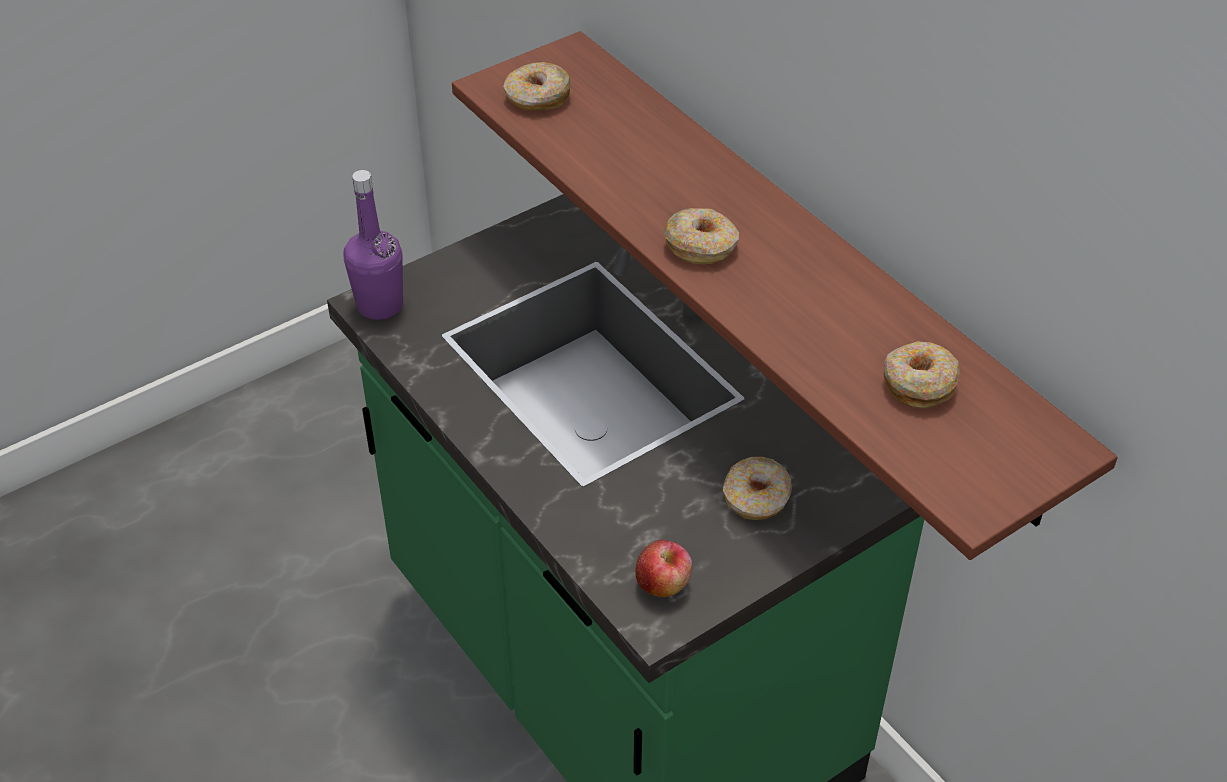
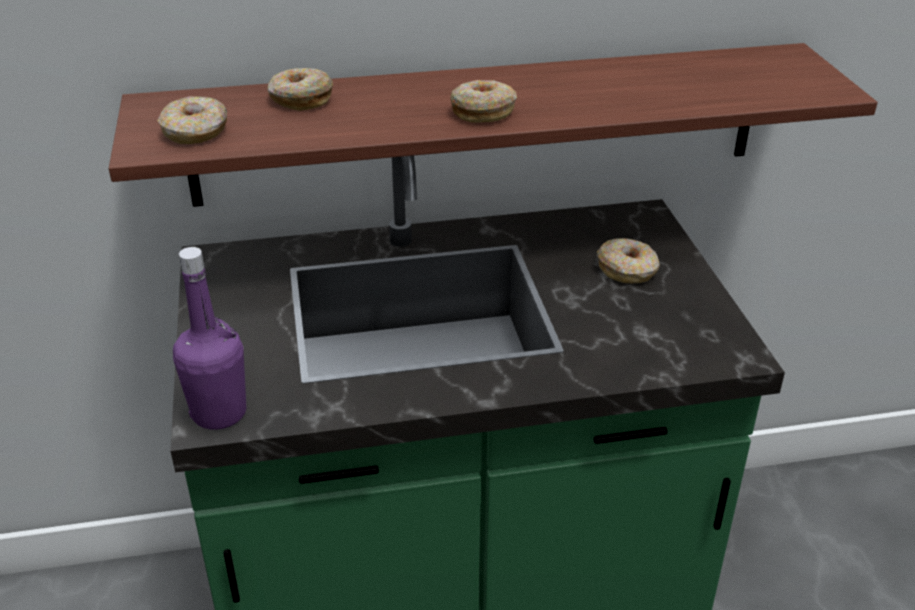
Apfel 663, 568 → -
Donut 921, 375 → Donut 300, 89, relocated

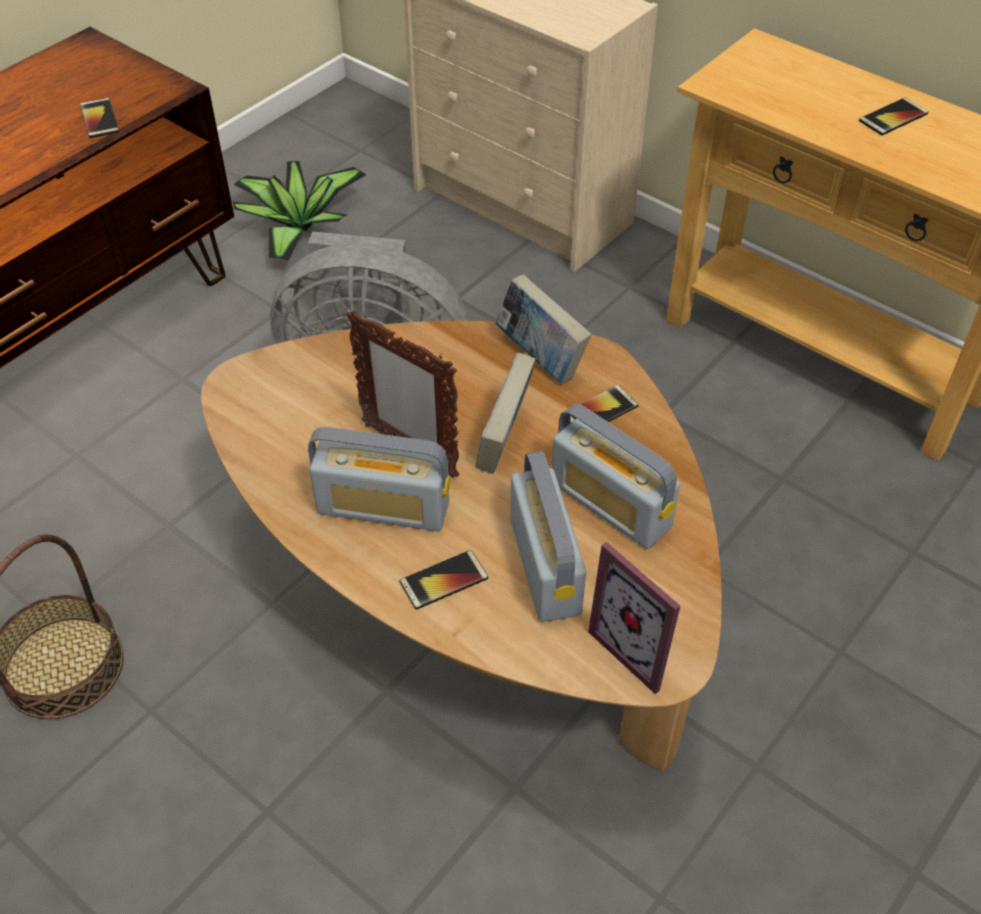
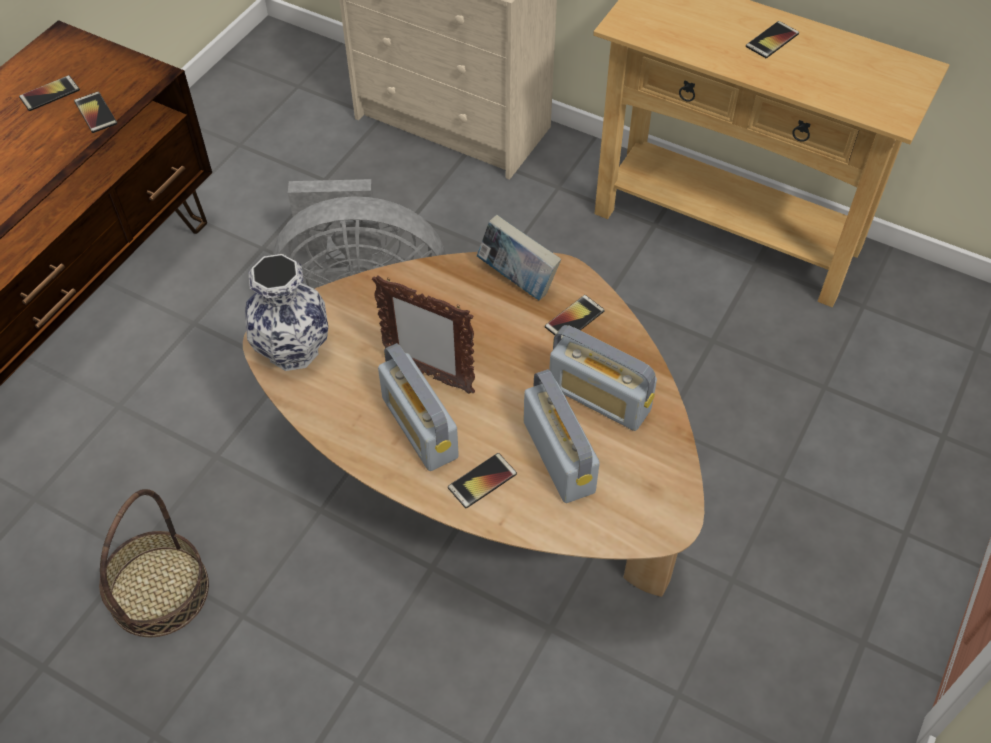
Topfpflanze 299, 211 → -
Radio 379, 479 → Radio 418, 407, 60 degrees clockwise
Buch 506, 413 → -
Bilderrahmen 634, 618 → -
- → Handy 49, 93
- → Vase 286, 312

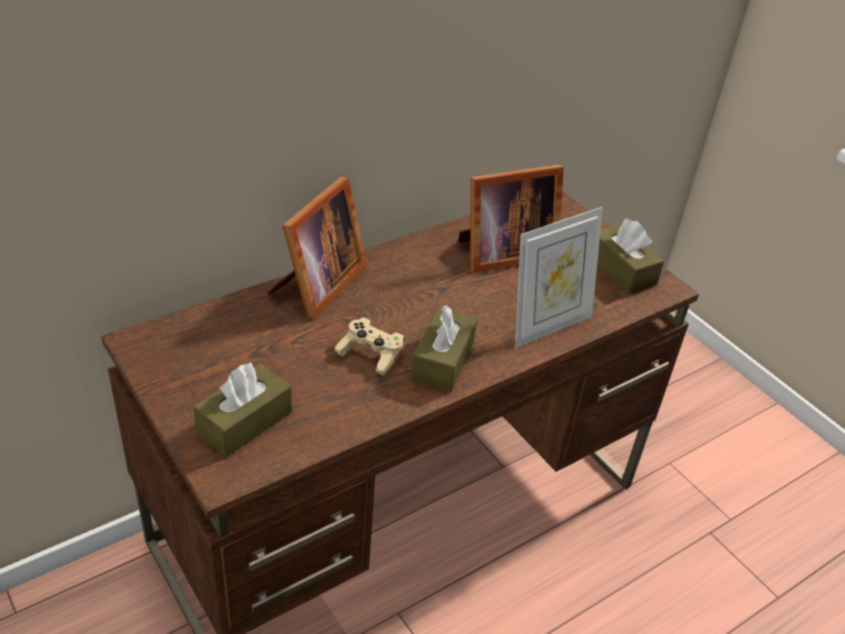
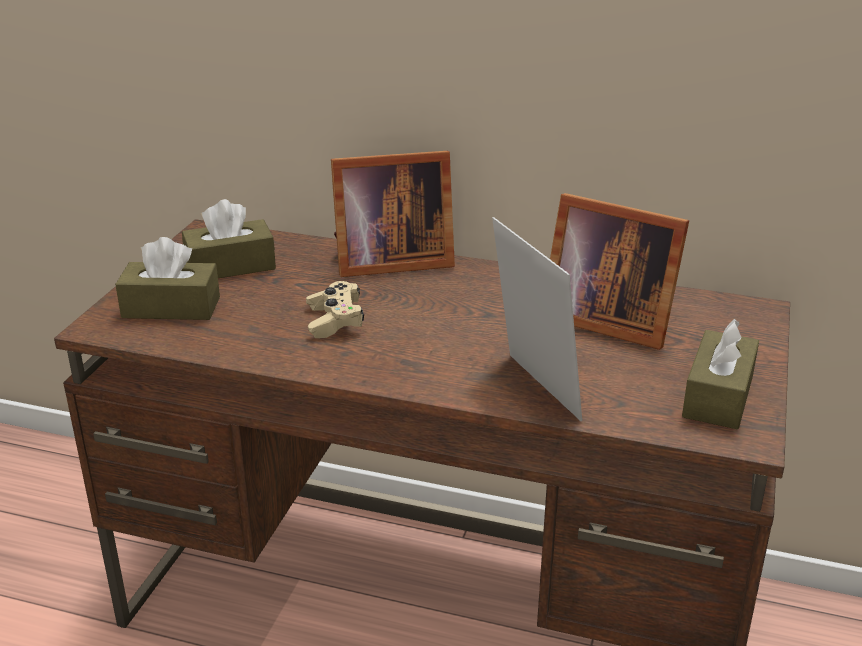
Taschentuchbox/braun 444, 348 → Taschentuchbox/braun 229, 238, relocated
Bilderrahmen 559, 277 → Bilderrahmen 537, 319, 135 degrees counterclockwise

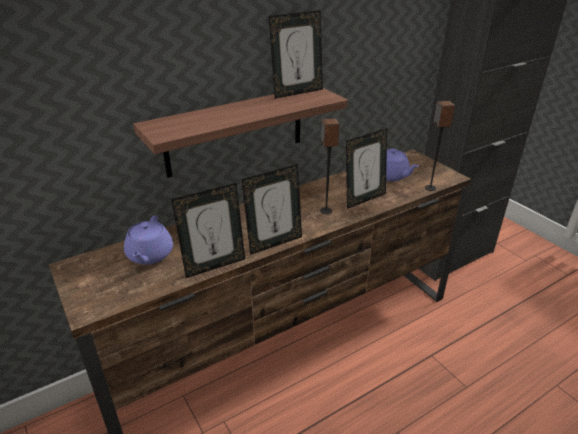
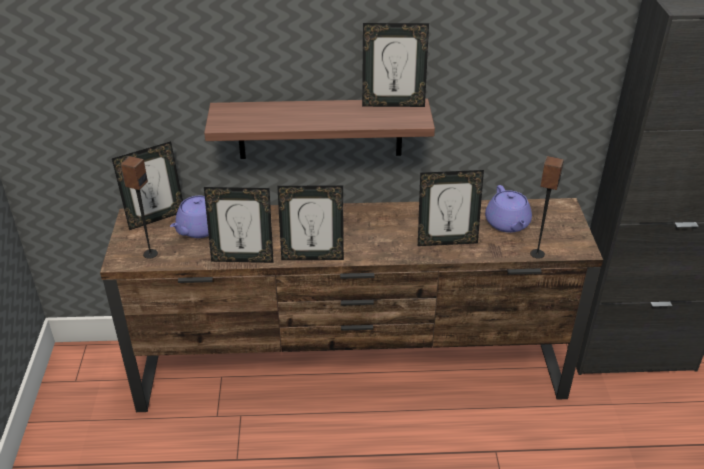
Lautsprecher 329, 166 → Lautsprecher 139, 207, relocated
- → Bilderrahmen 147, 185

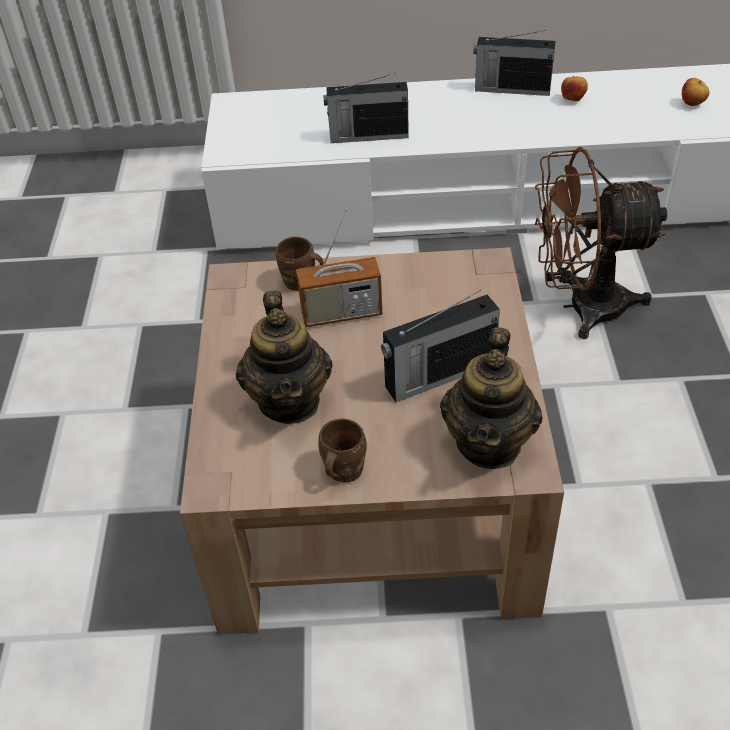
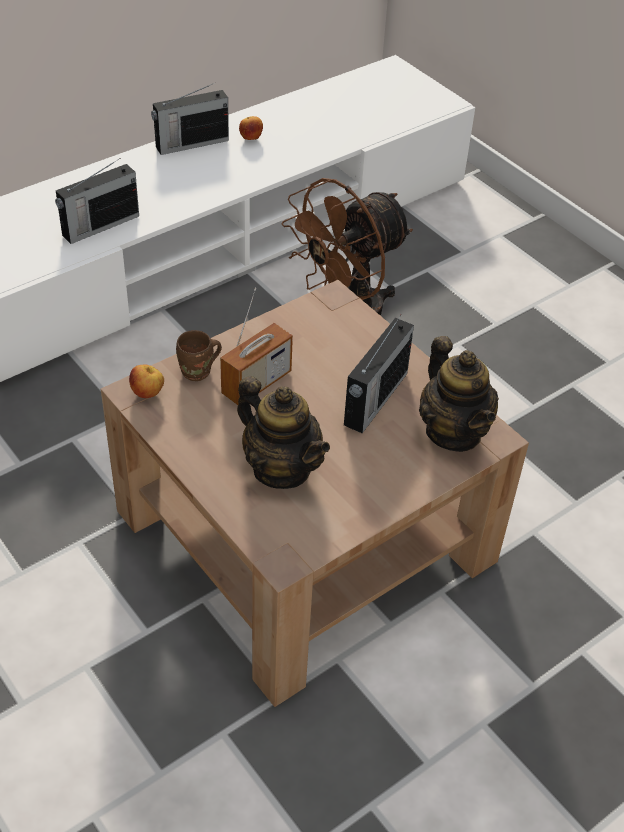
Henkelbecher/braun 342, 450 → -
Apfel 696, 92 → Apfel 146, 381, relocated

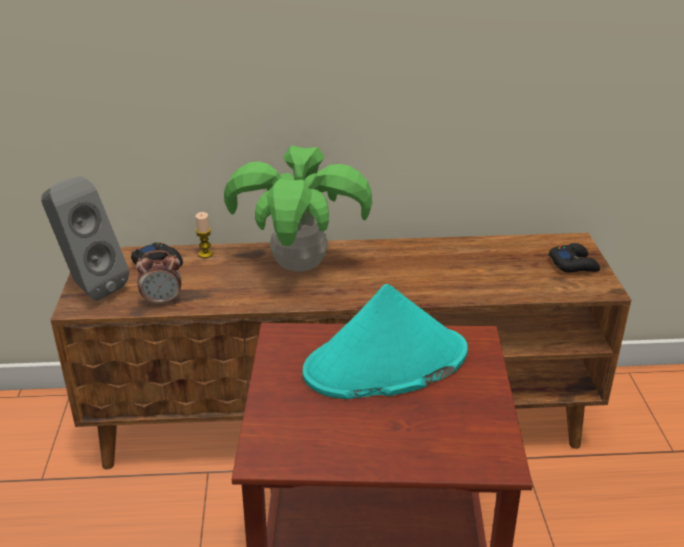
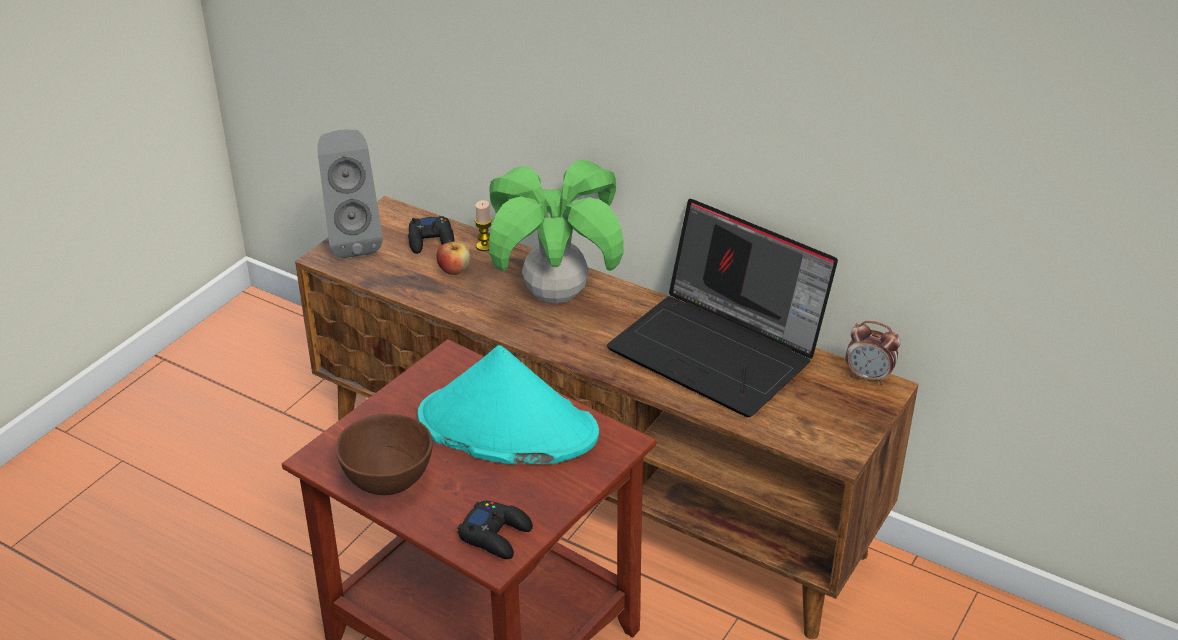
Wecker 159, 278 → Wecker 873, 353, relocated
Gamepad/schwarz 574, 257 → Gamepad/schwarz 495, 530, relocated
- → Schüssel/braun 384, 454
- → Apfel 453, 257
- → Laptop 722, 308

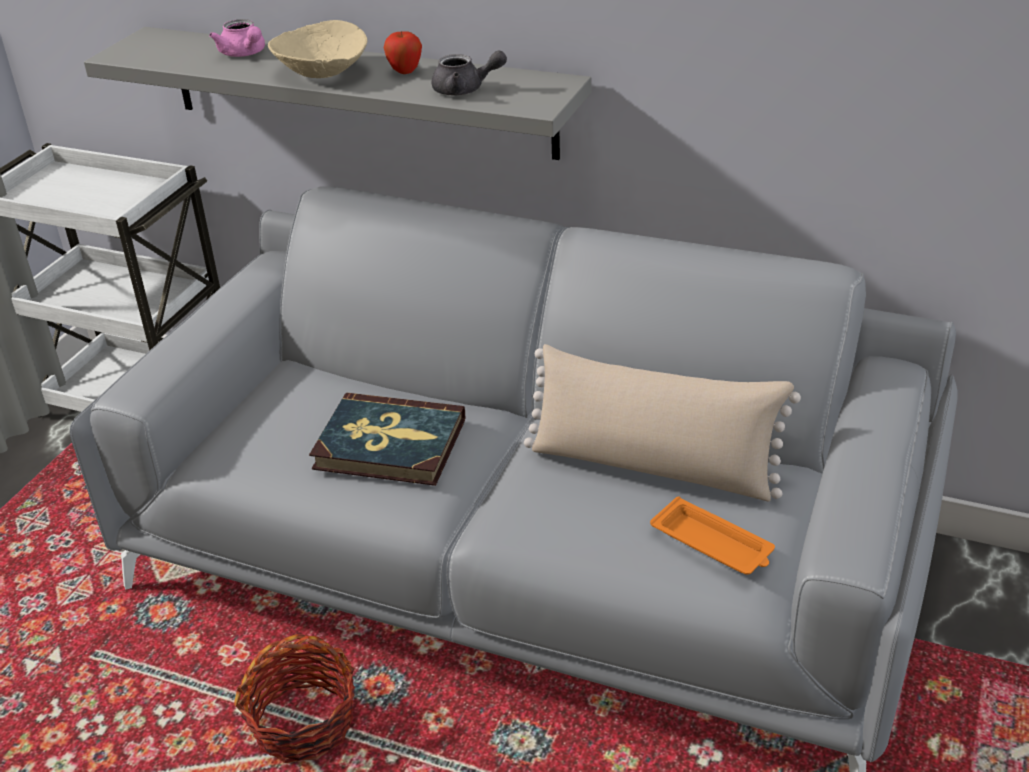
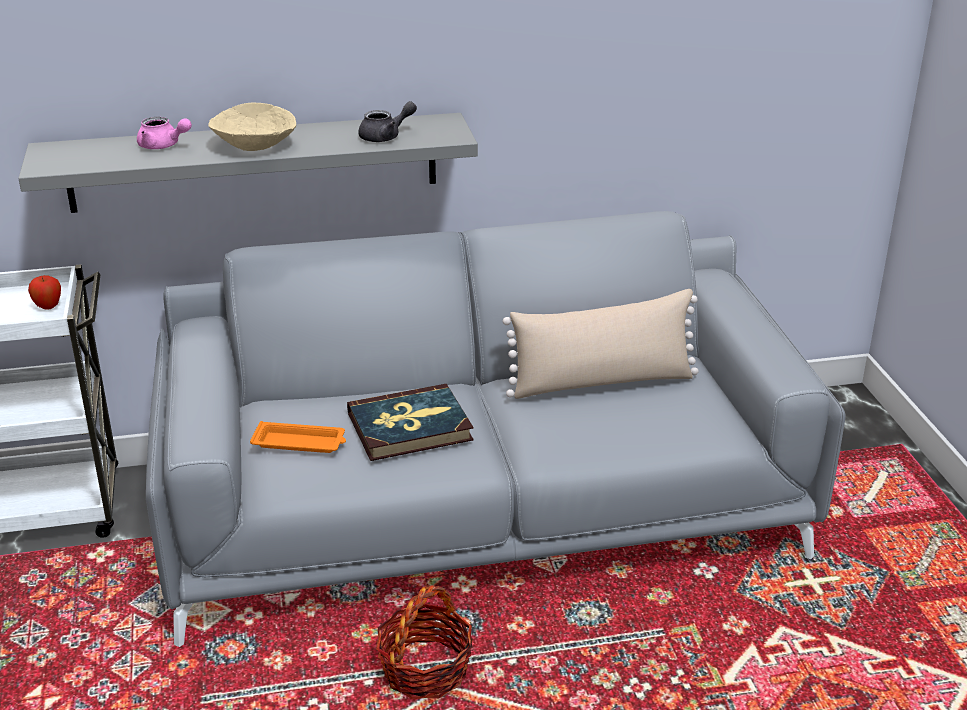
Apfel 402, 52 → Apfel 44, 292, relocated
Tablett/orange 712, 535 → Tablett/orange 298, 437, relocated

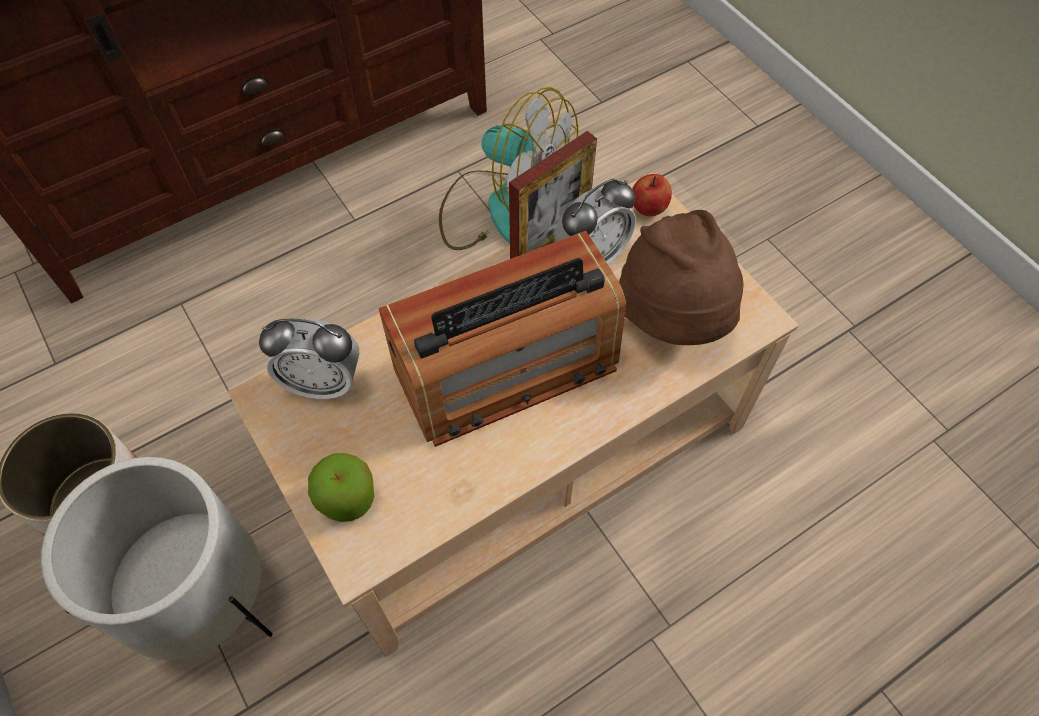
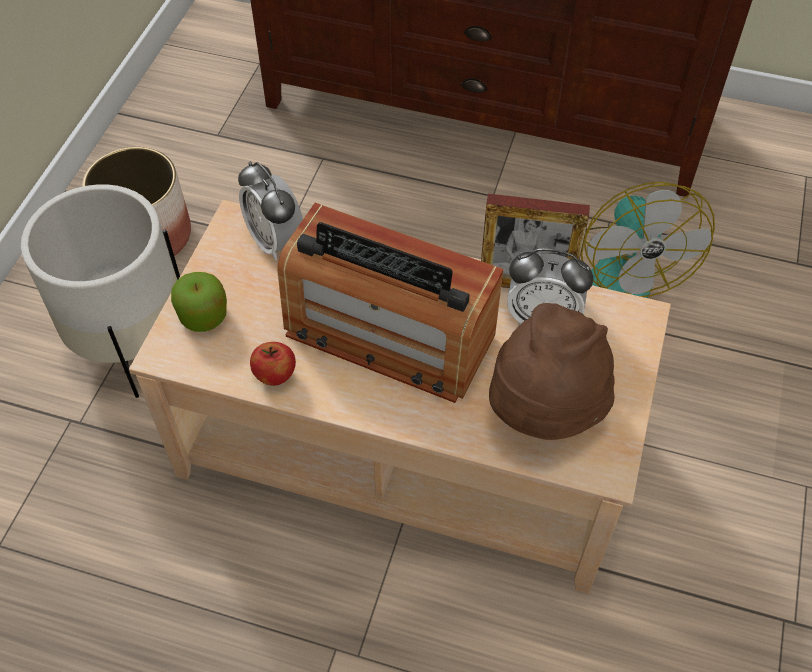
Apfel 652, 195 → Apfel 273, 364, relocated

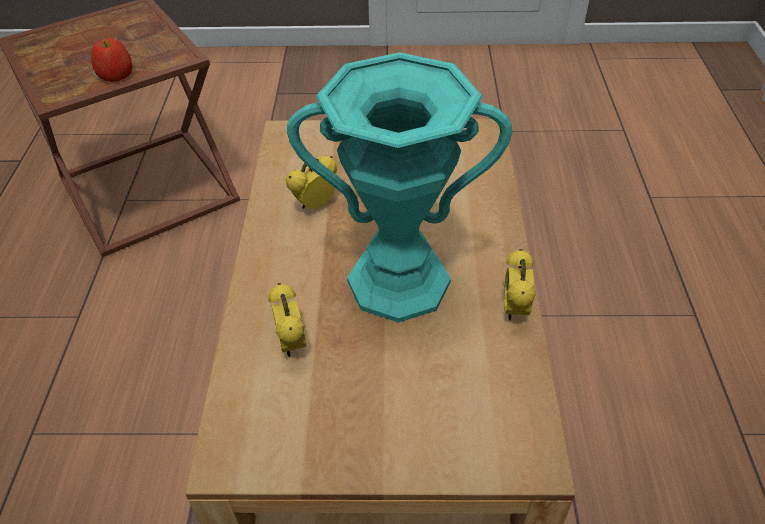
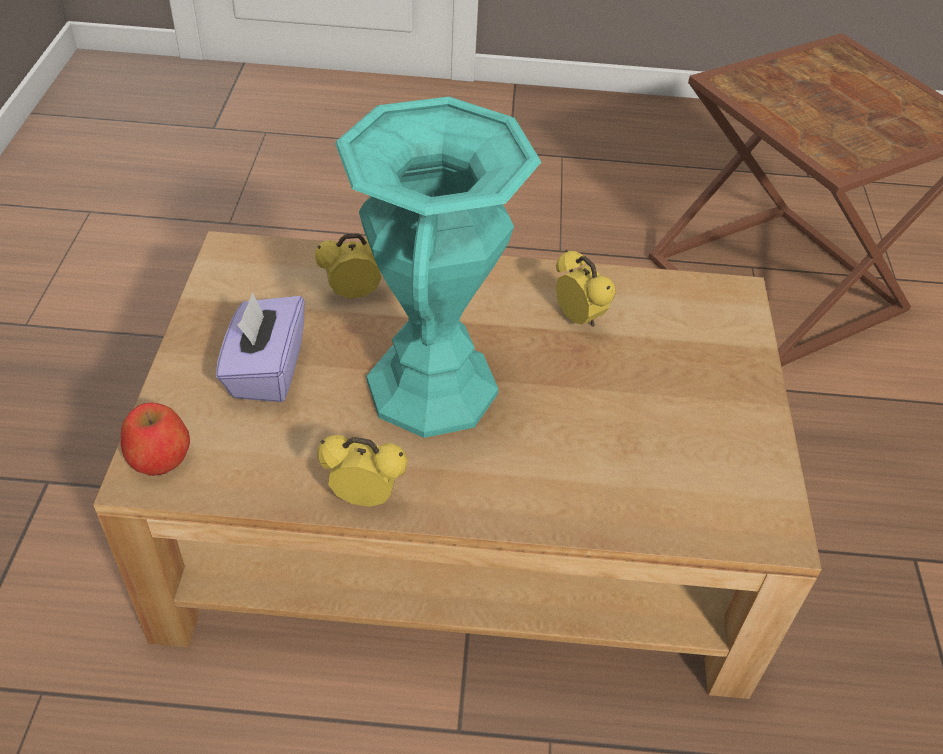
Apfel 111, 60 → Apfel 155, 439, relocated
- → Taschentuchbox/lila 260, 347

